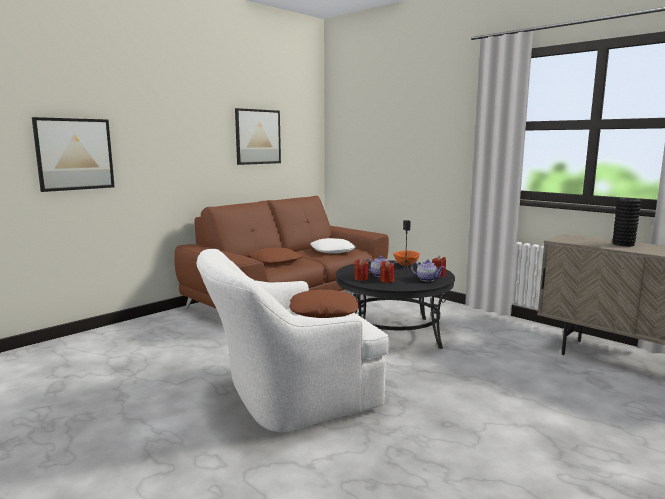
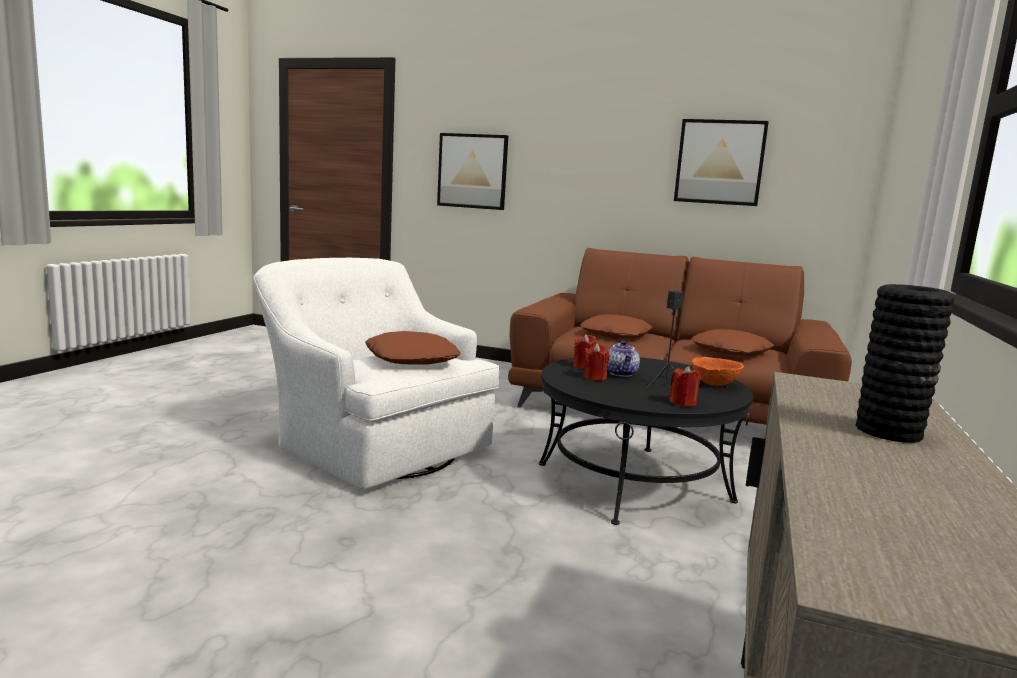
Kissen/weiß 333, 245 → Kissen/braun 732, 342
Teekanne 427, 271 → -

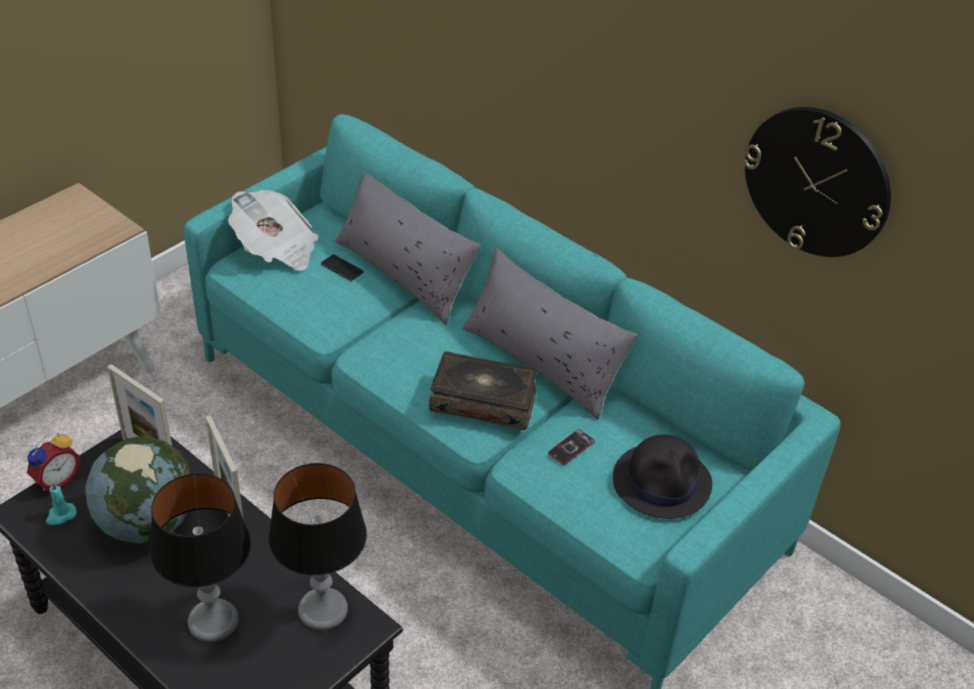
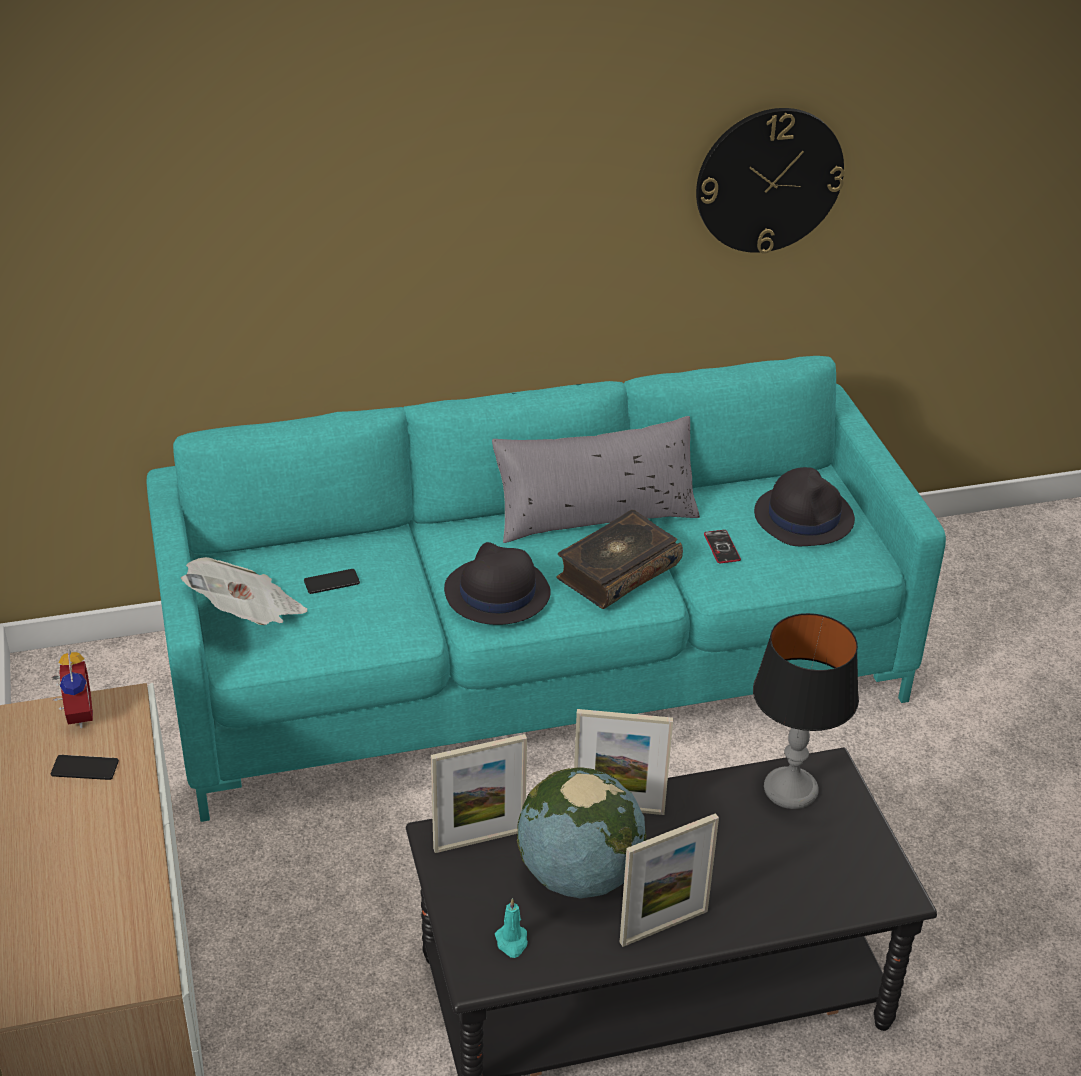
Wecker 54, 461 → Wecker 72, 688, relocated
Tischlampe 200, 557 → -
Kissen/grau 408, 249 → -
- → Handy 85, 767
- → Hut/schwarz 497, 583
- → Bilderrahmen 669, 880

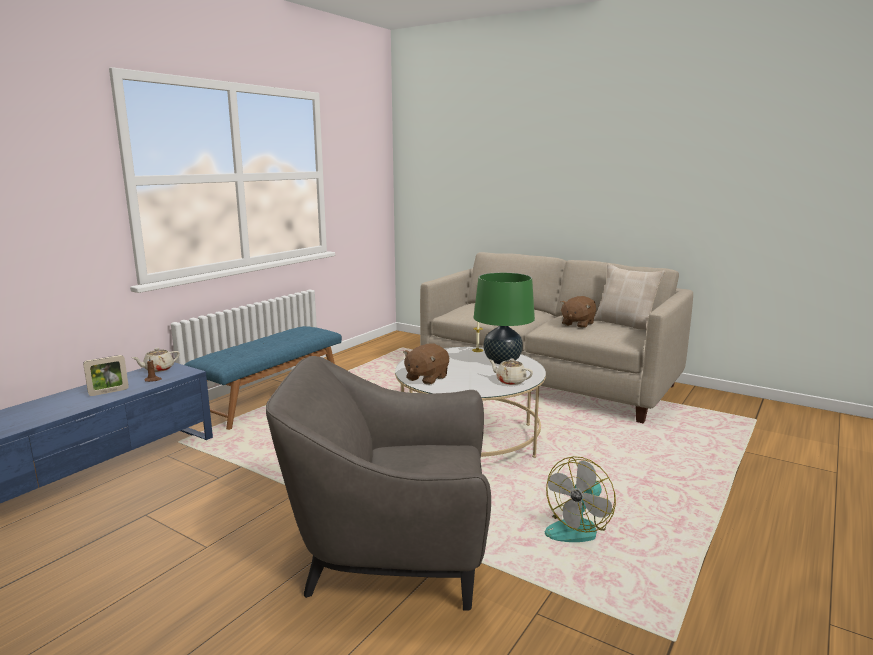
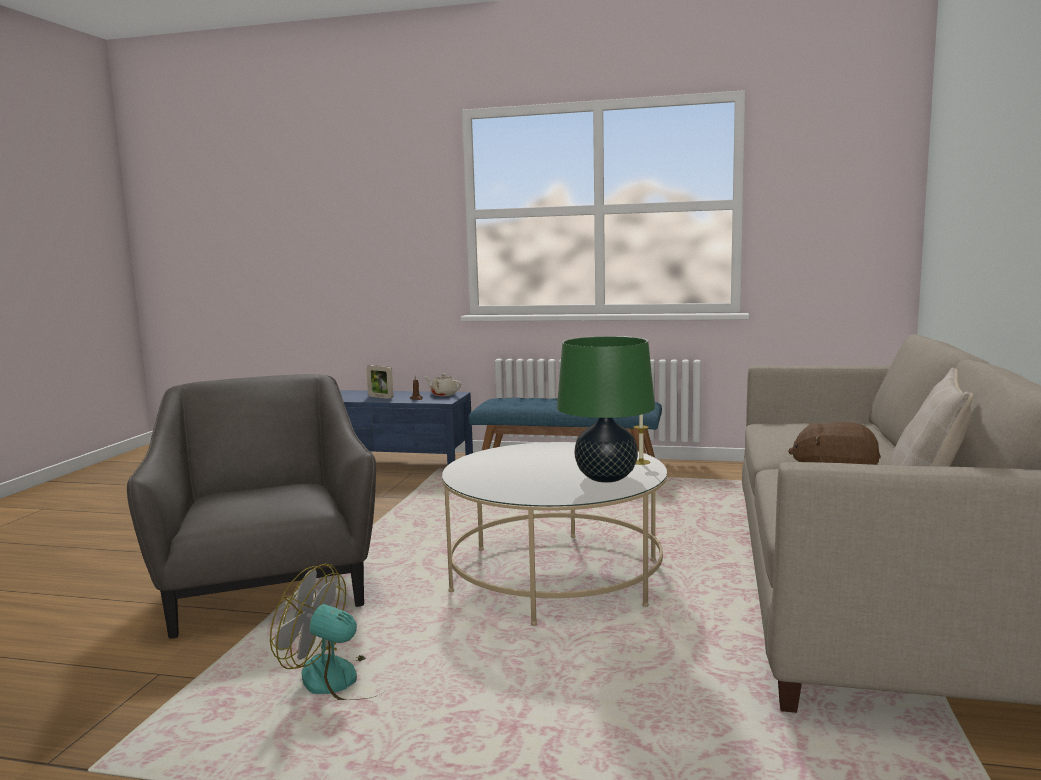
Plüschtier/braun 426, 364 → -
Teekanne/beige 510, 372 → -

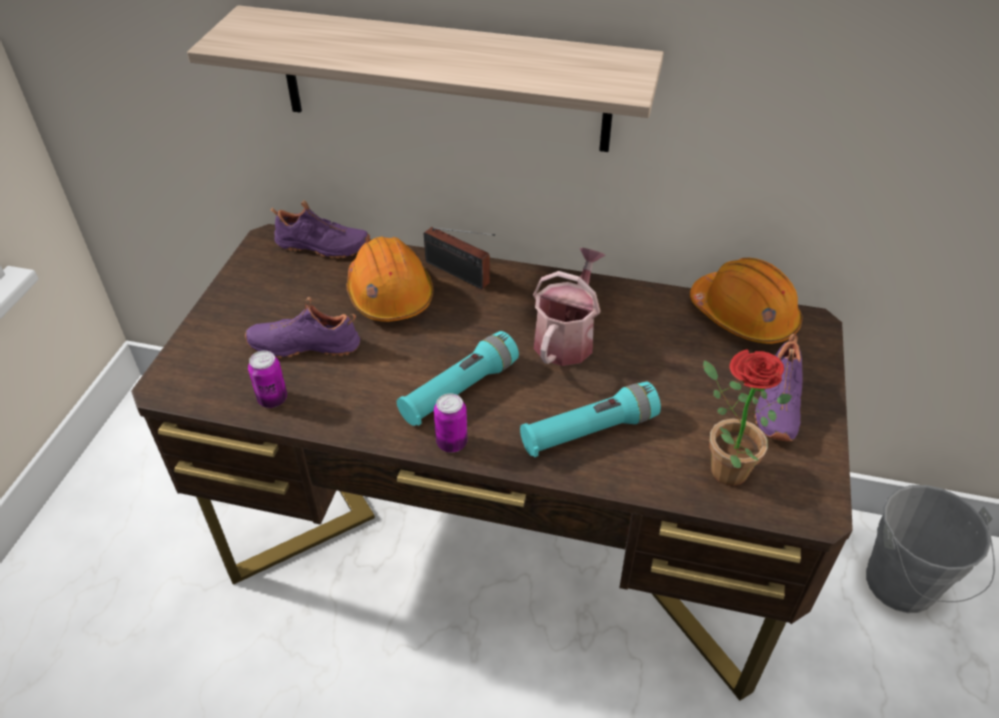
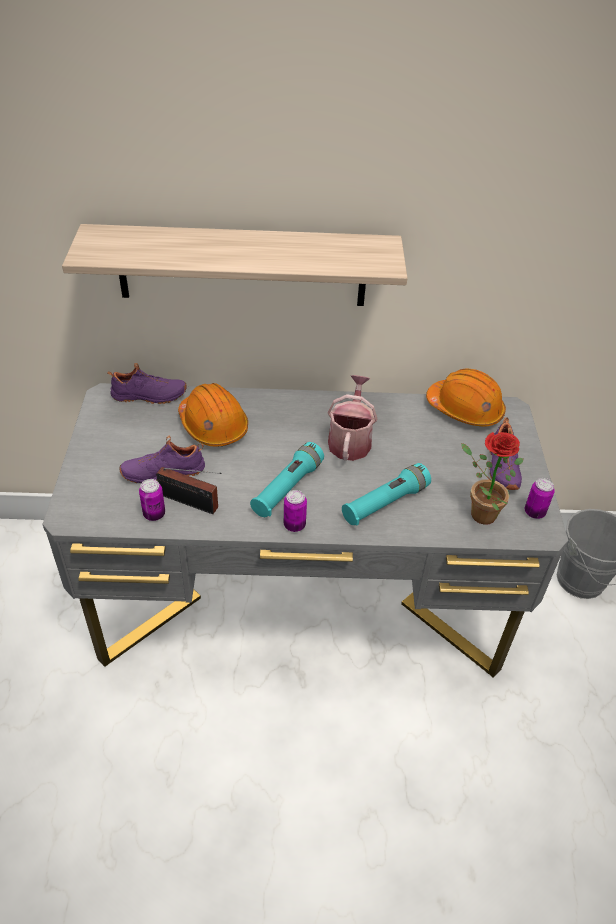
Schreibtisch/braun 492, 462 → Schreibtisch/grau 305, 530
Radio 459, 258 → Radio 188, 490, relocated
- → Dose 540, 498

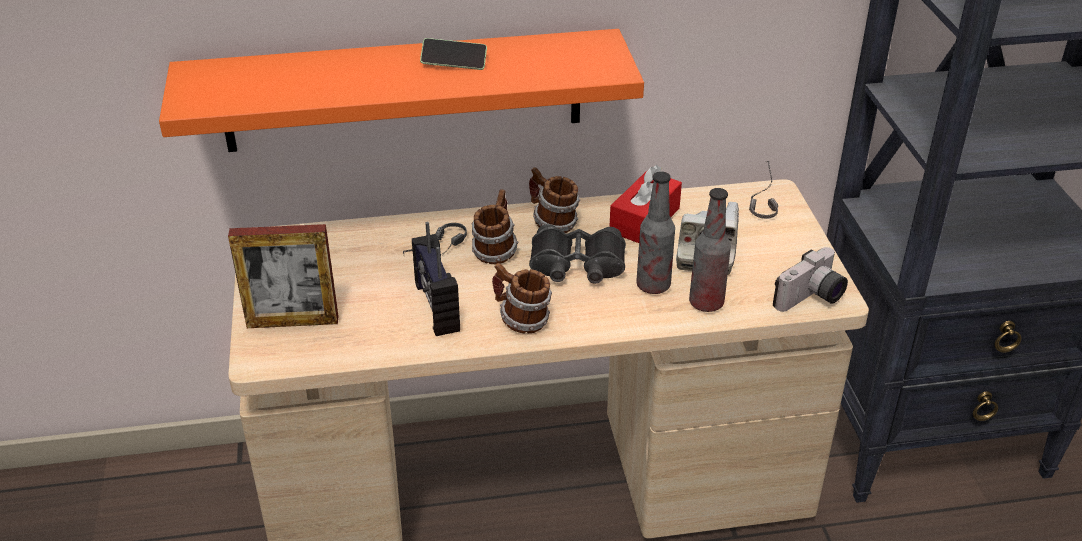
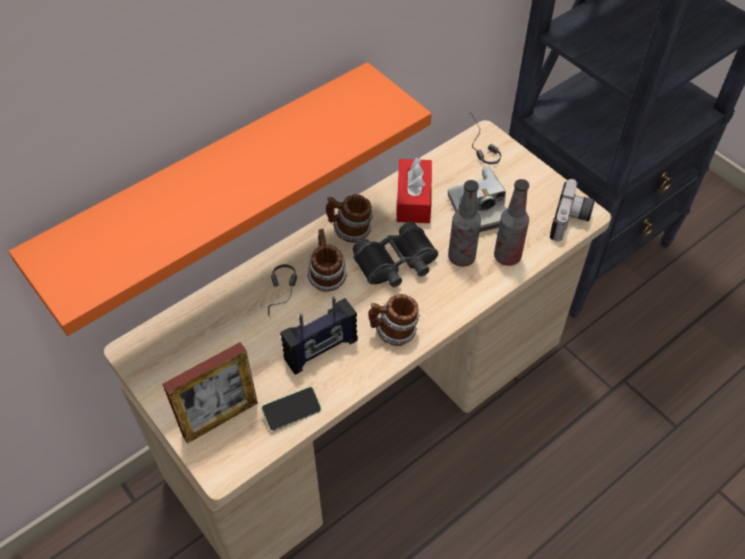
Radio 436, 279 → Radio 319, 335, 75 degrees counterclockwise
Handy 453, 54 → Handy 291, 408, relocated

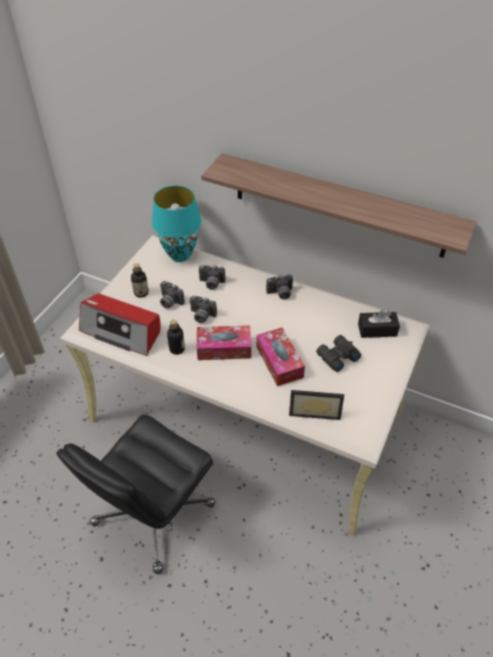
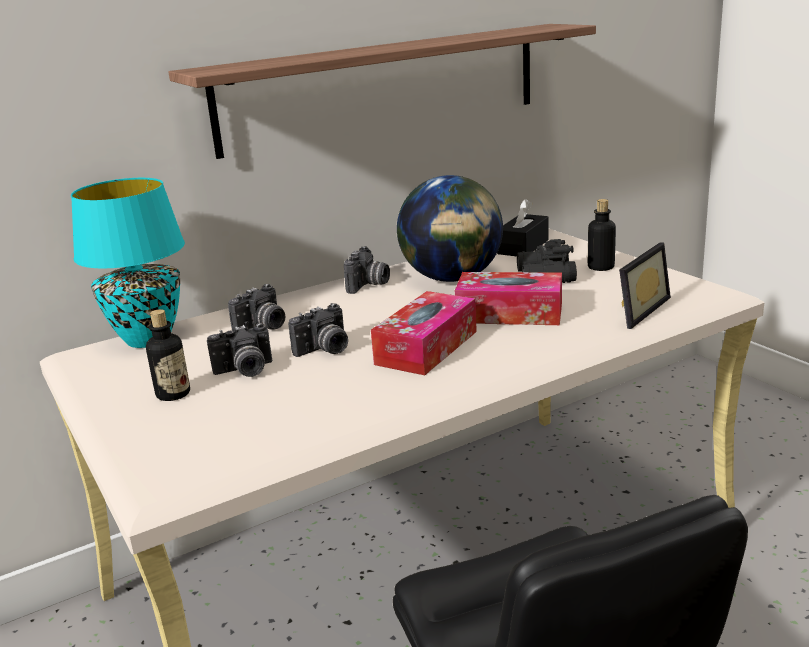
Radio 120, 325 → -
Flasche 176, 337 → Flasche 602, 235, relocated
- → Globus 450, 228

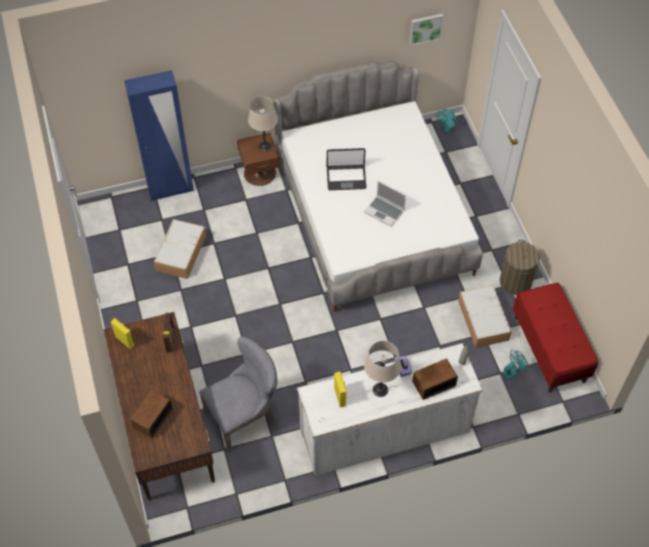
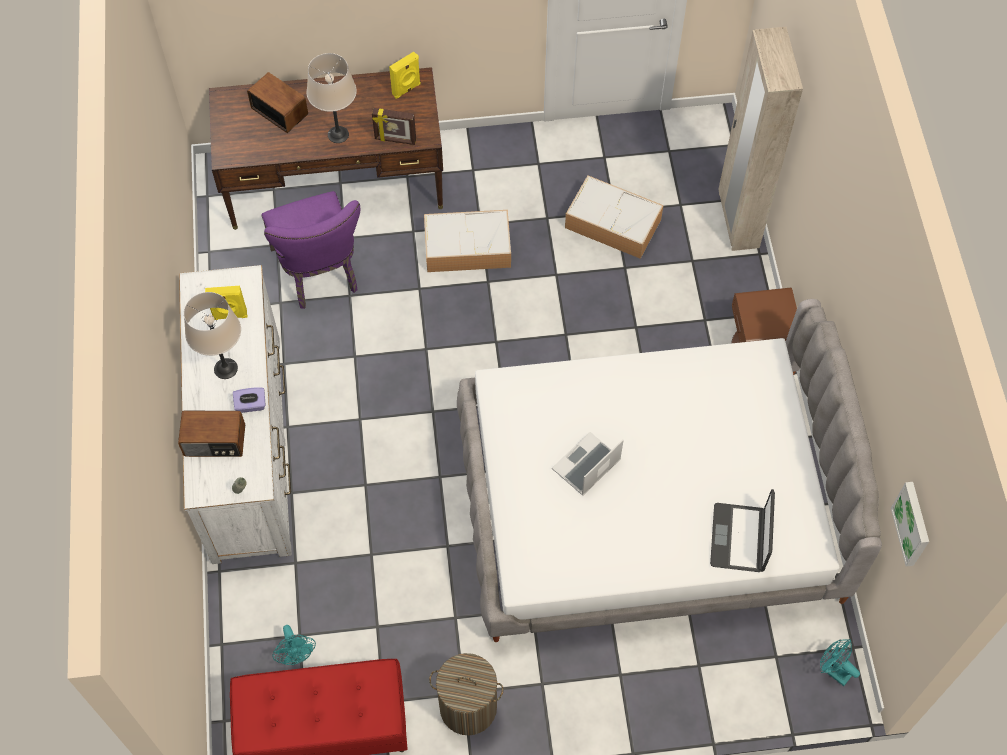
Kleiderschrank/blau 159, 135 → Kleiderschrank/beige 760, 139
Stuhl/grau 238, 394 → Stuhl/lila 310, 250
Tischlampe/beige 263, 124 → Tischlampe/beige 332, 98, relocated
Laptop 346, 169 → Laptop 742, 530, relocated
Radio 435, 379 → Radio 211, 434, 105 degrees clockwise
Aufbewahrungsbox 485, 316 → Aufbewahrungsbox 467, 241, relocated

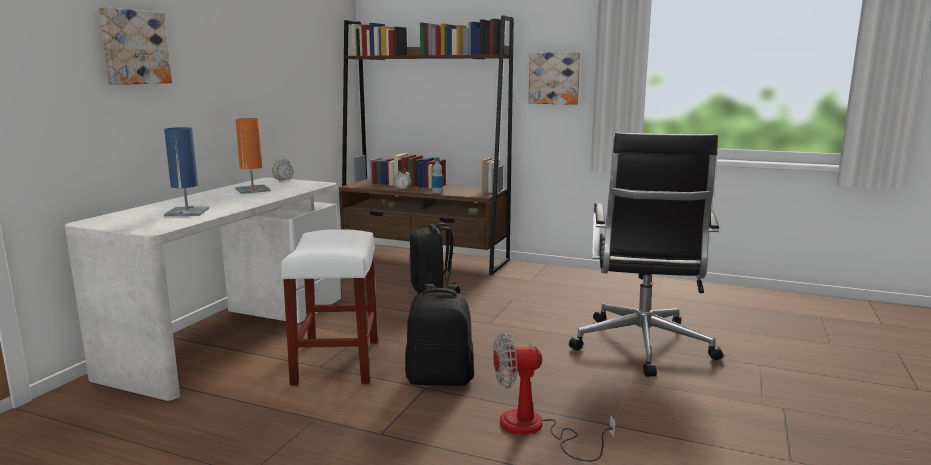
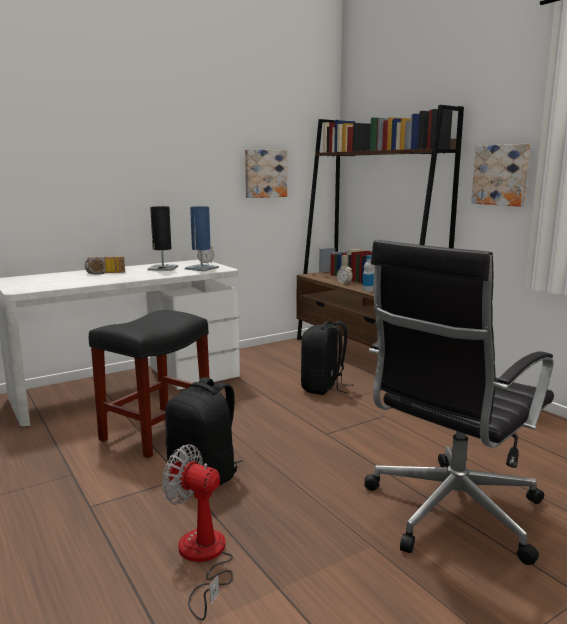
Bild 135, 46 → Bild 266, 173, relocated
Tischlampe/blau 186, 172 → Tischlampe/blau 202, 238, relocated
Tischlampe/orange 253, 156 → Tischlampe/schwarz 162, 238
Hocker/weiß 329, 307 → Hocker/schwarz 149, 384
- → Radio 105, 265

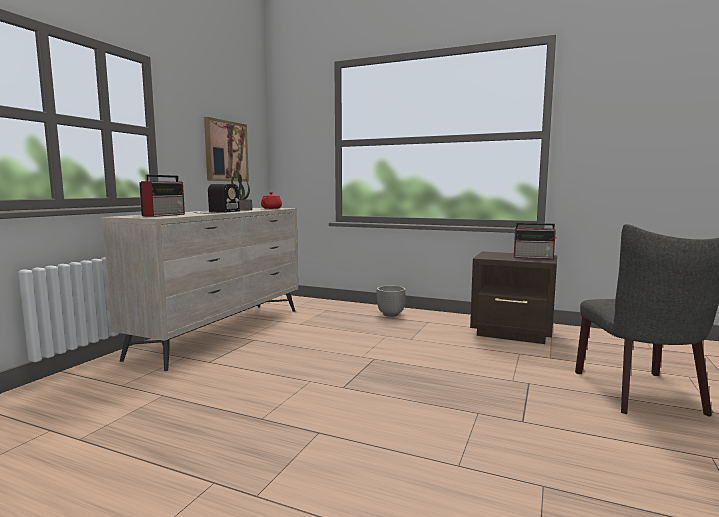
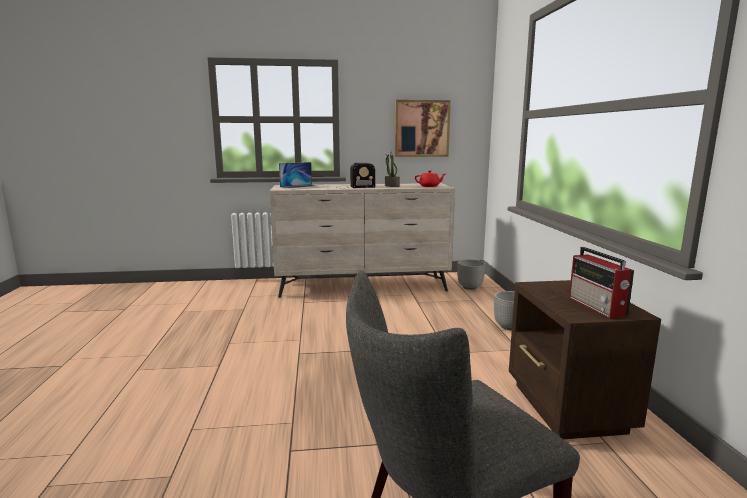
Radio 162, 196 → Laptop 301, 176
- → Pflanzkübel 471, 274

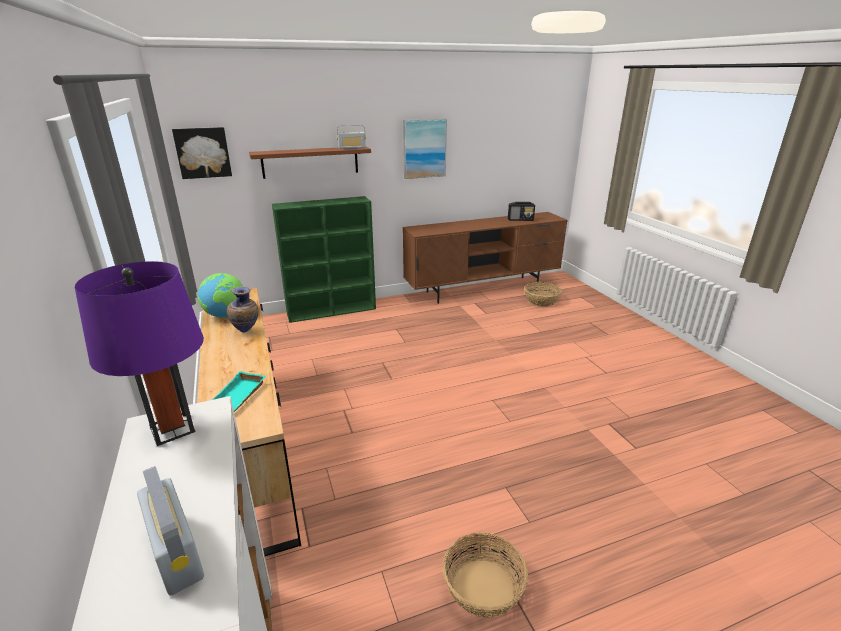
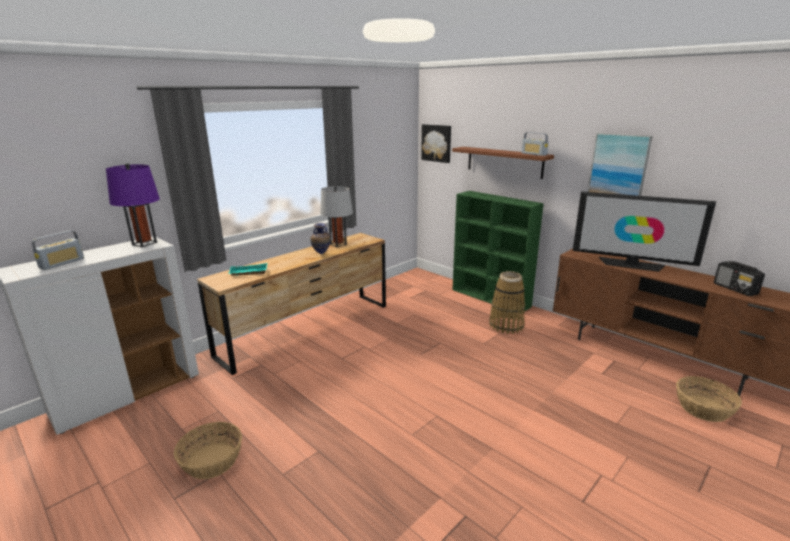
Globus 220, 295 → Tischlampe/grau 336, 216
- → Korb 507, 302
- → Fernseher 644, 231

